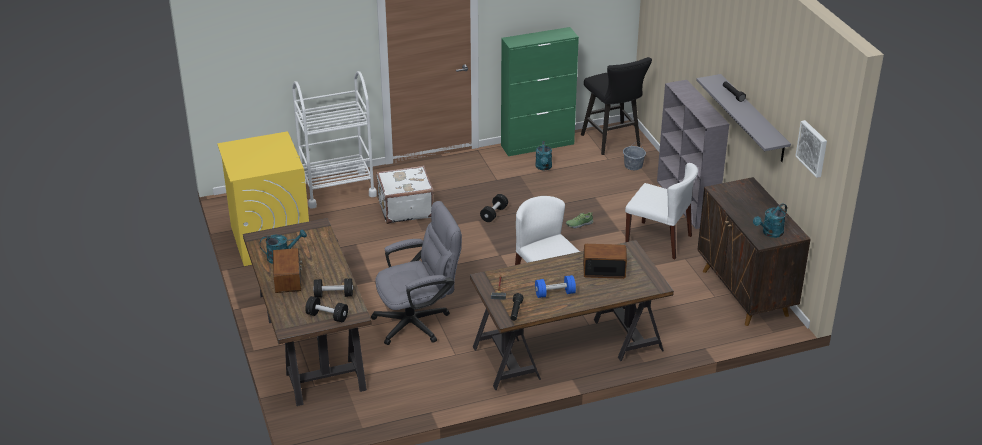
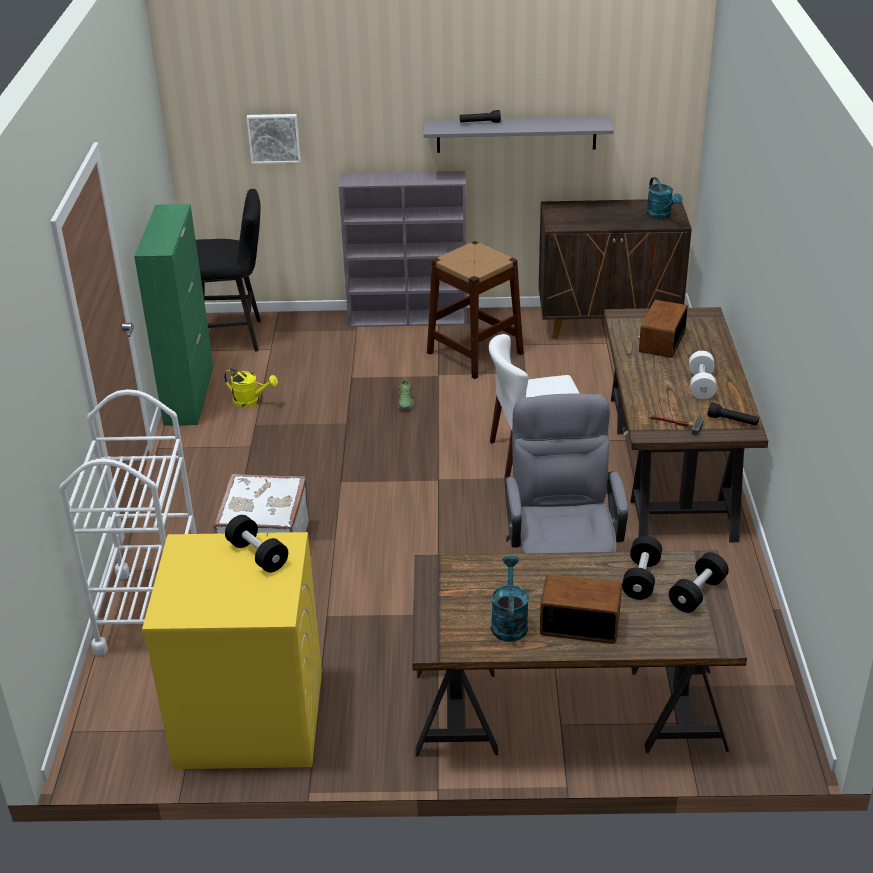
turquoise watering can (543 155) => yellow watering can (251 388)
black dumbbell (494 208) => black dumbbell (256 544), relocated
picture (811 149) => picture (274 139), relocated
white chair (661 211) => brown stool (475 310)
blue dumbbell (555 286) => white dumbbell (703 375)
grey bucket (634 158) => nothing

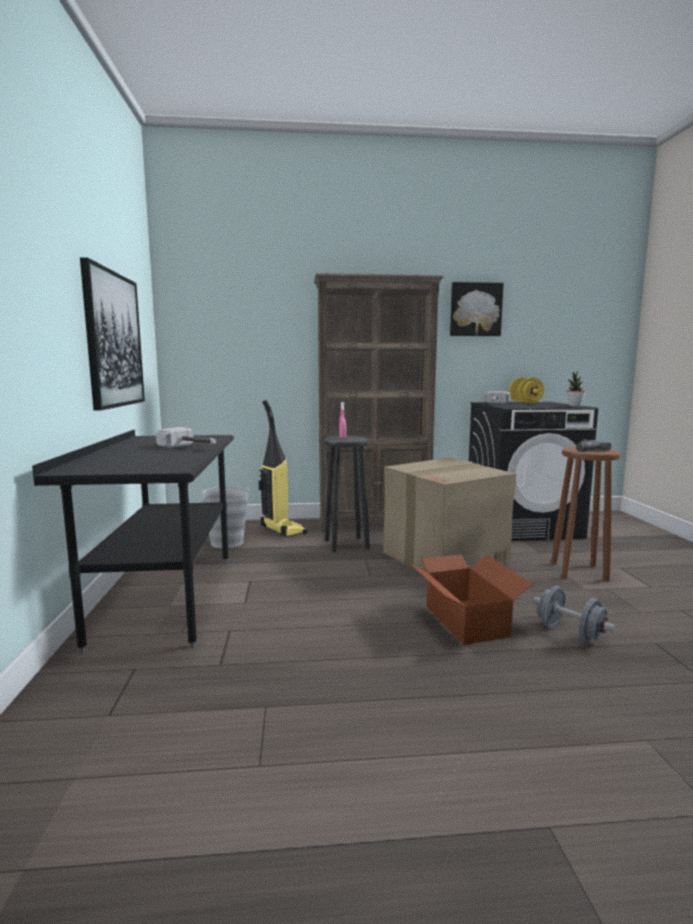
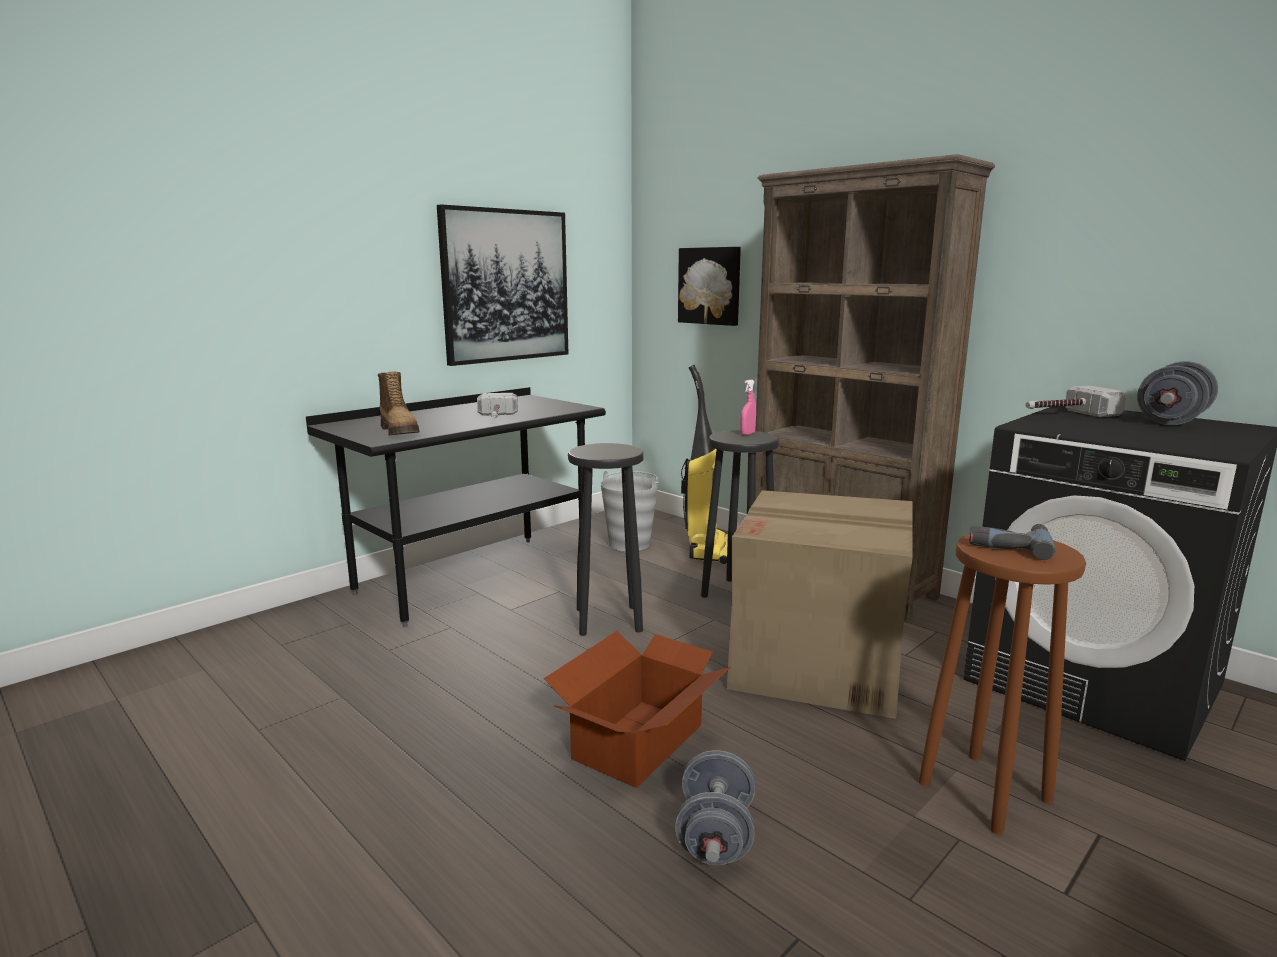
nothing => boot (399 403)
nothing => black stool (606 539)
picture (477 309) => picture (709 286), relocated
yellow dumbbell (526 390) => grey dumbbell (1177 393)
potted plant (576 389) => nothing

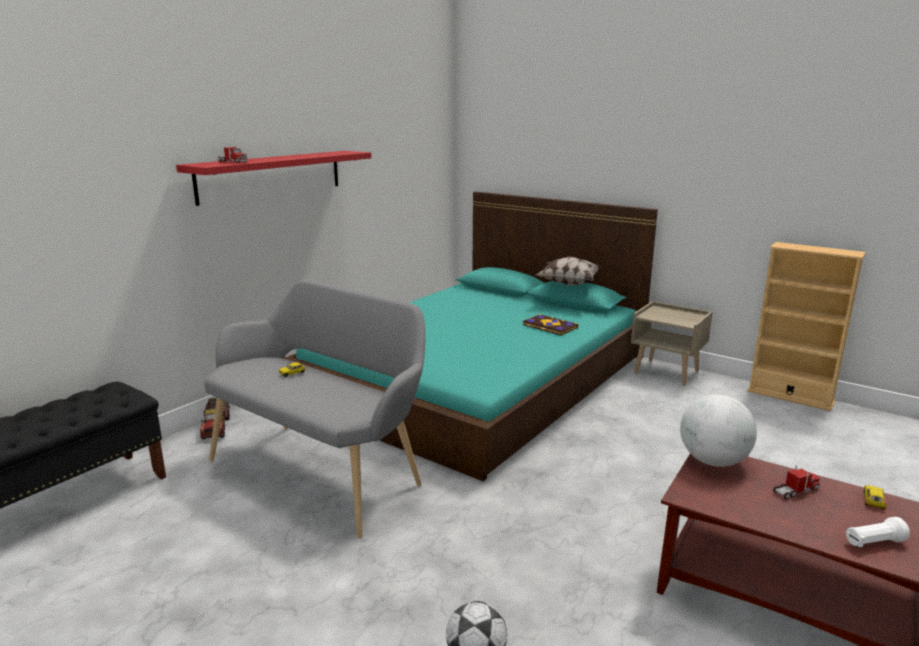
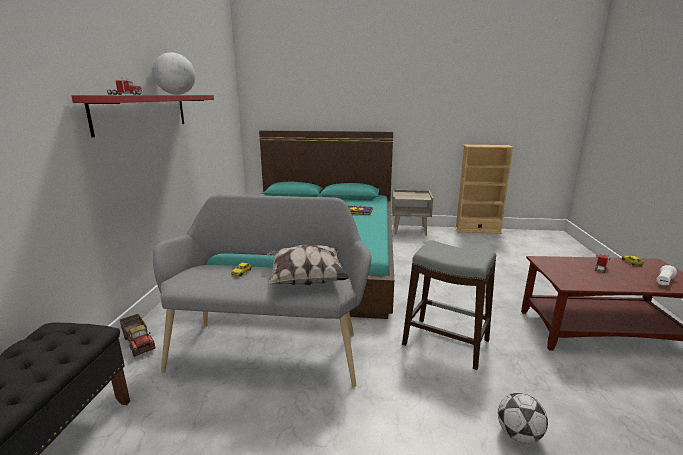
globe (718 431) => globe (174 73), relocated
pillow (569 271) => pillow (308 265), relocated
nothing => grey stool (449 305)

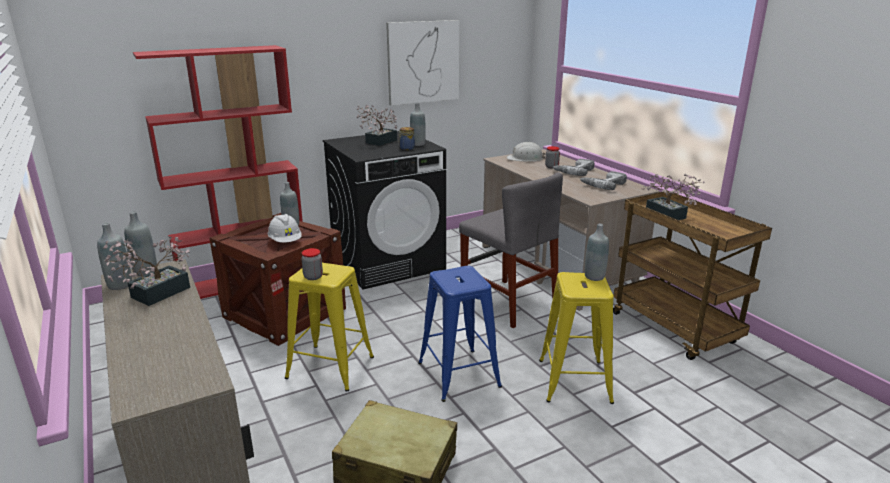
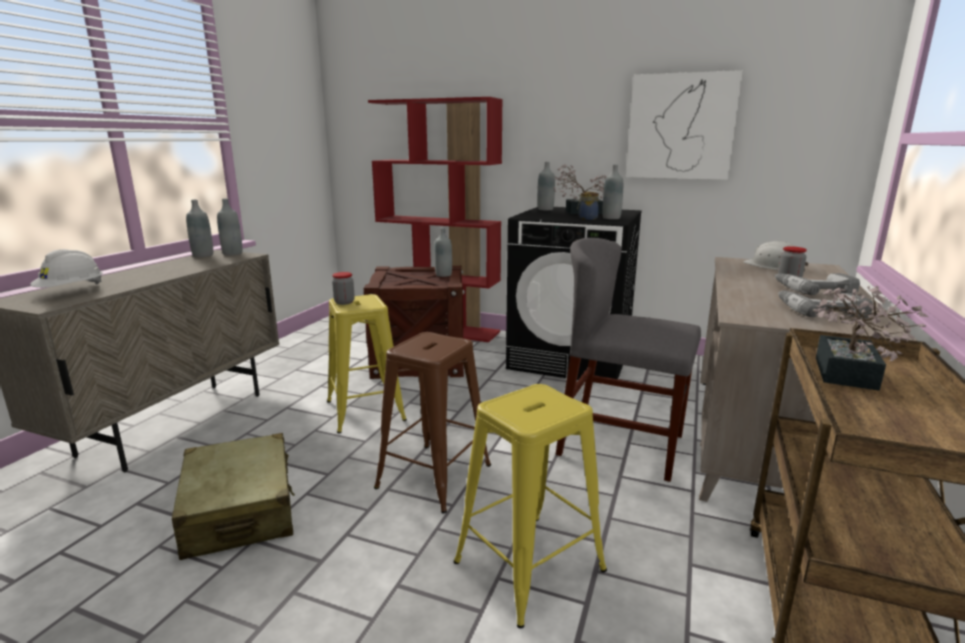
white hard hat (285 228) => white hard hat (66 268), relocated
blue stool (460 334) => brown stool (432 423)
grey bottle (597 252) => grey bottle (546 186), relocated
grey chair (511 250) => grey chair (628 360), 105 degrees clockwise
potted plant (146 271) => nothing

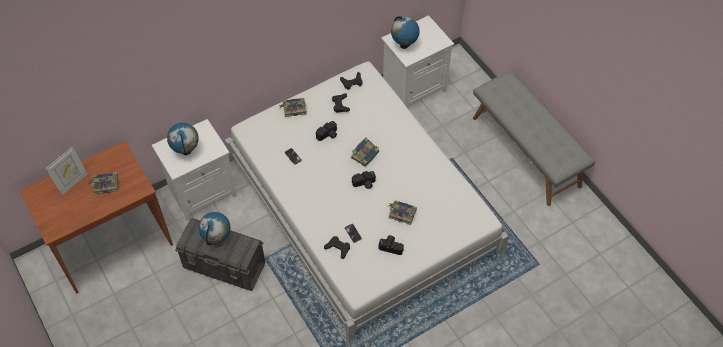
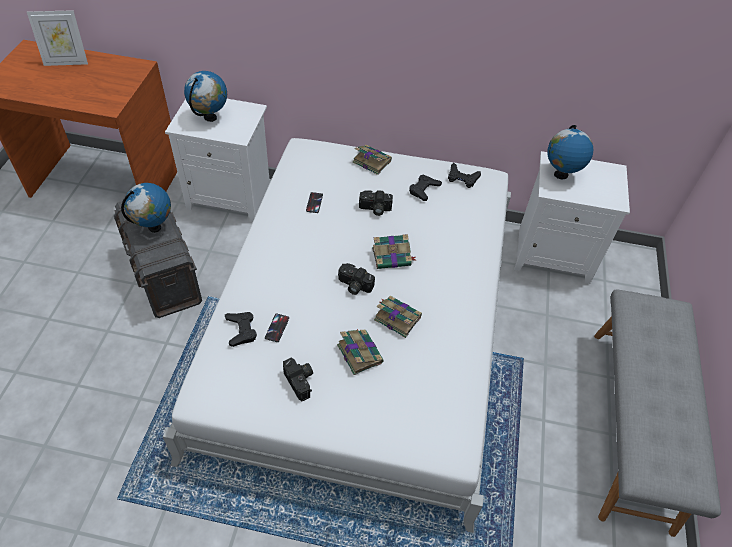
book (104 183) => book (398 317), relocated

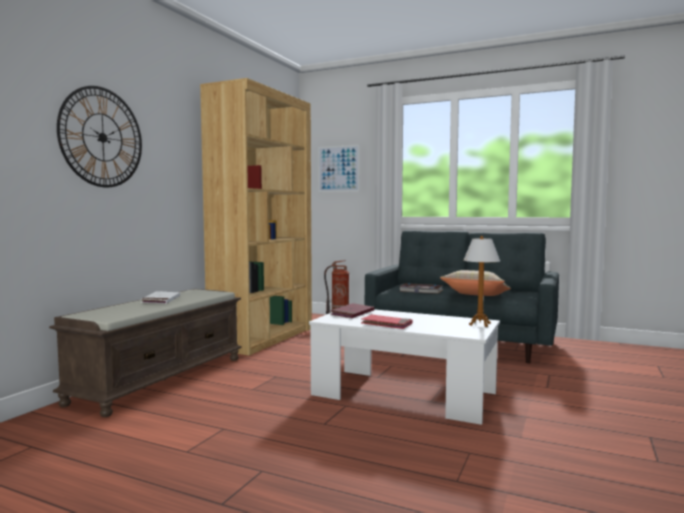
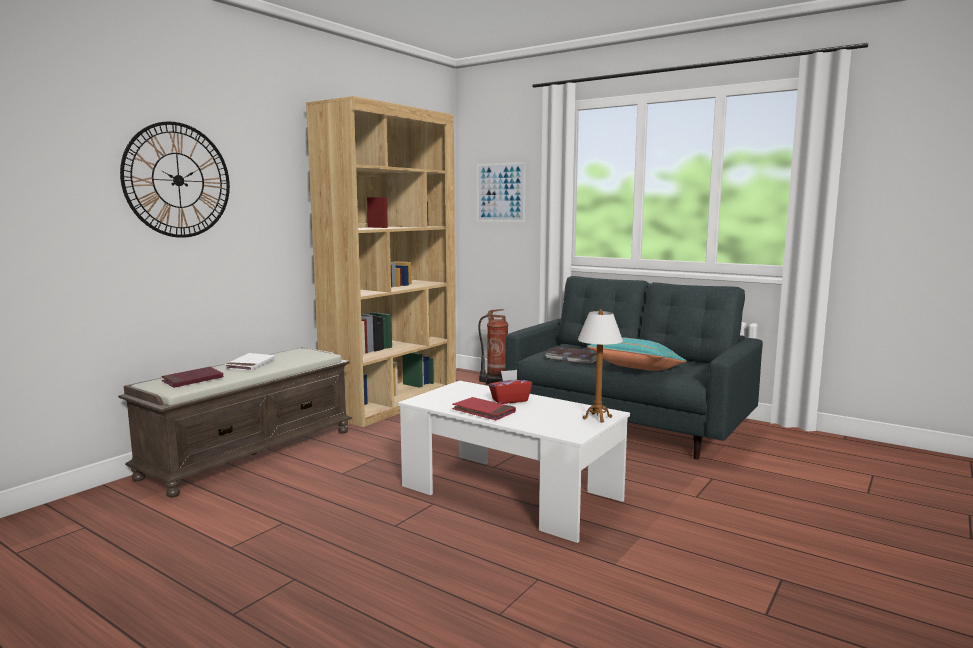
red book (352 310) => red book (192 377), relocated
nothing => red tissue box (510 387)
beige pillow (475 283) => turquoise pillow (637 354)

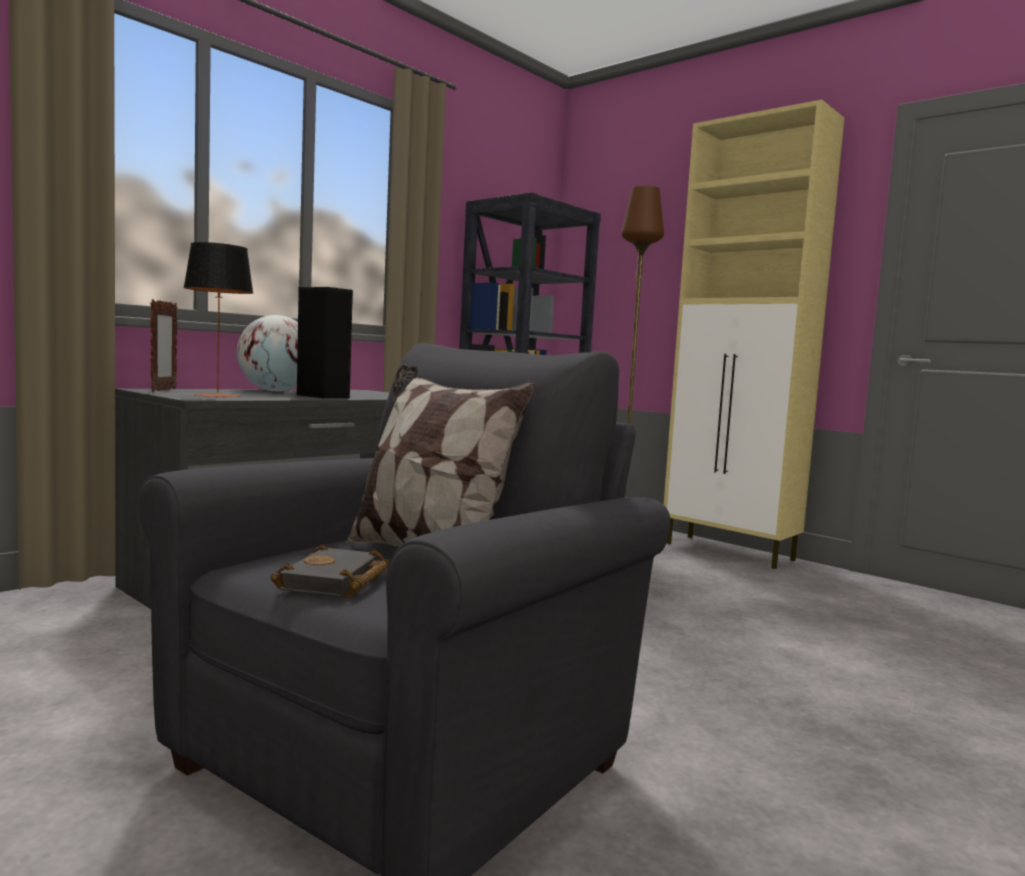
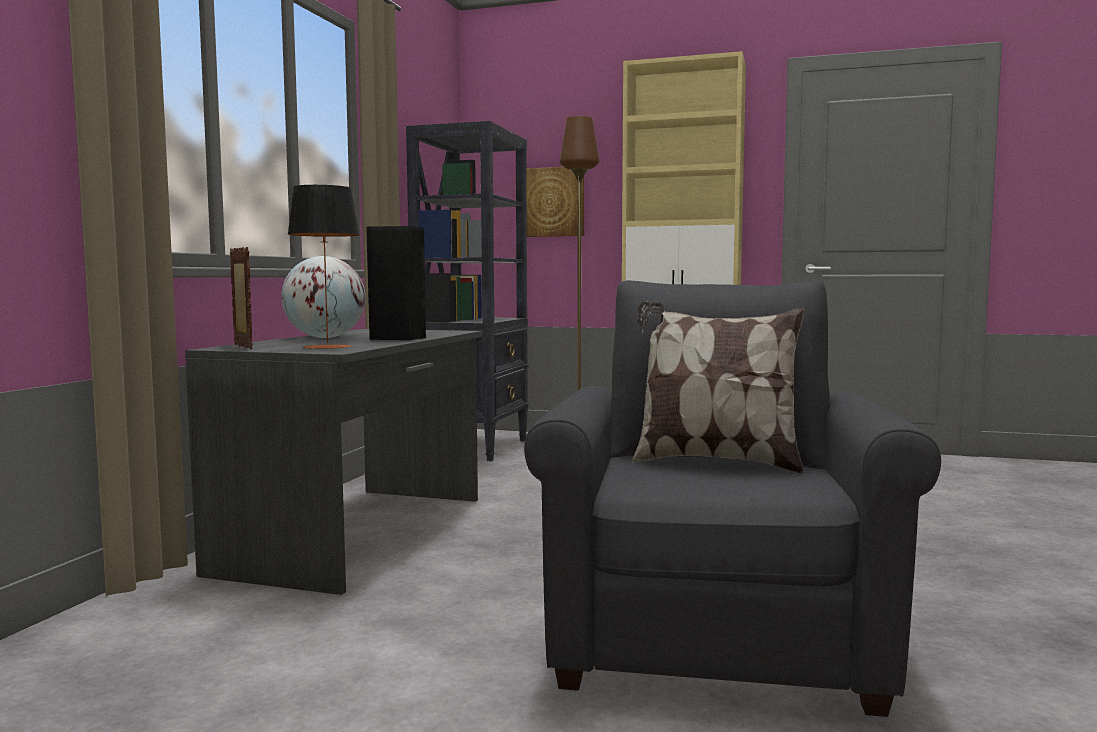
nothing => picture (555 202)
black book (330 571) => nothing

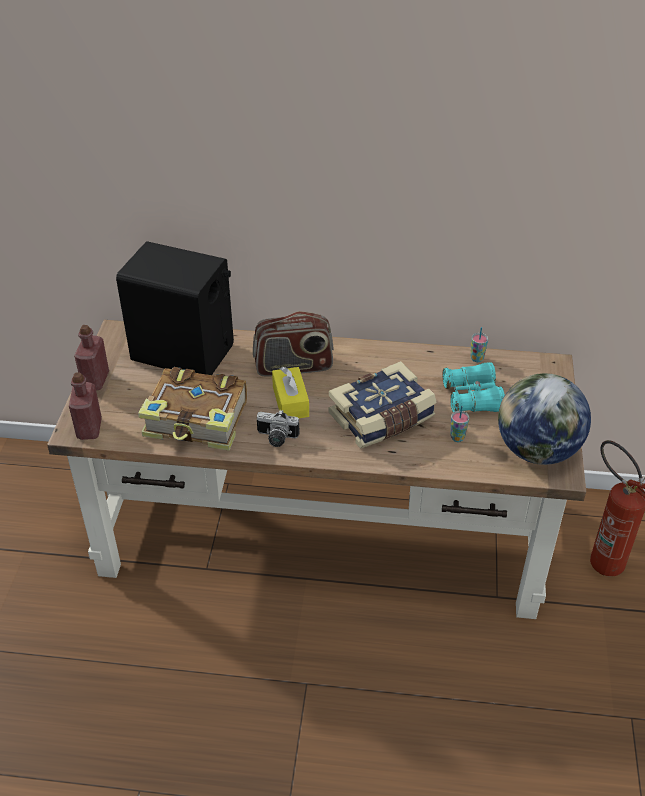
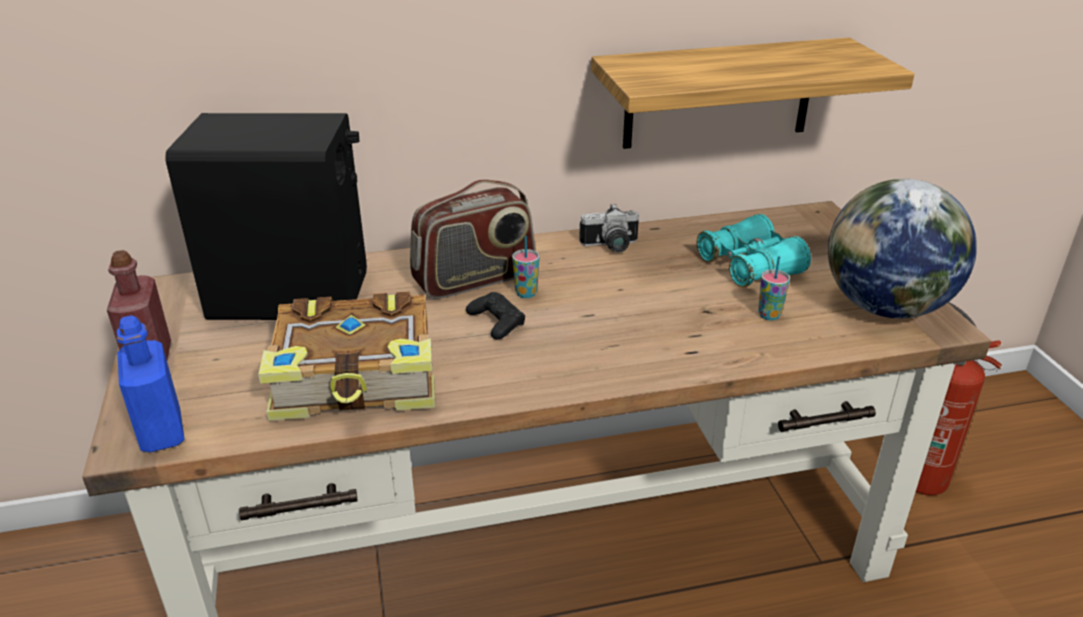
red bottle (85 406) => blue bottle (150 383)
yellow tissue box (290 392) => black game controller (495 316)
cup (479 344) => cup (526 267), relocated
photo camera (278 428) => photo camera (609 228), relocated
nothing => shelf (752 93)
book (383 405) => nothing

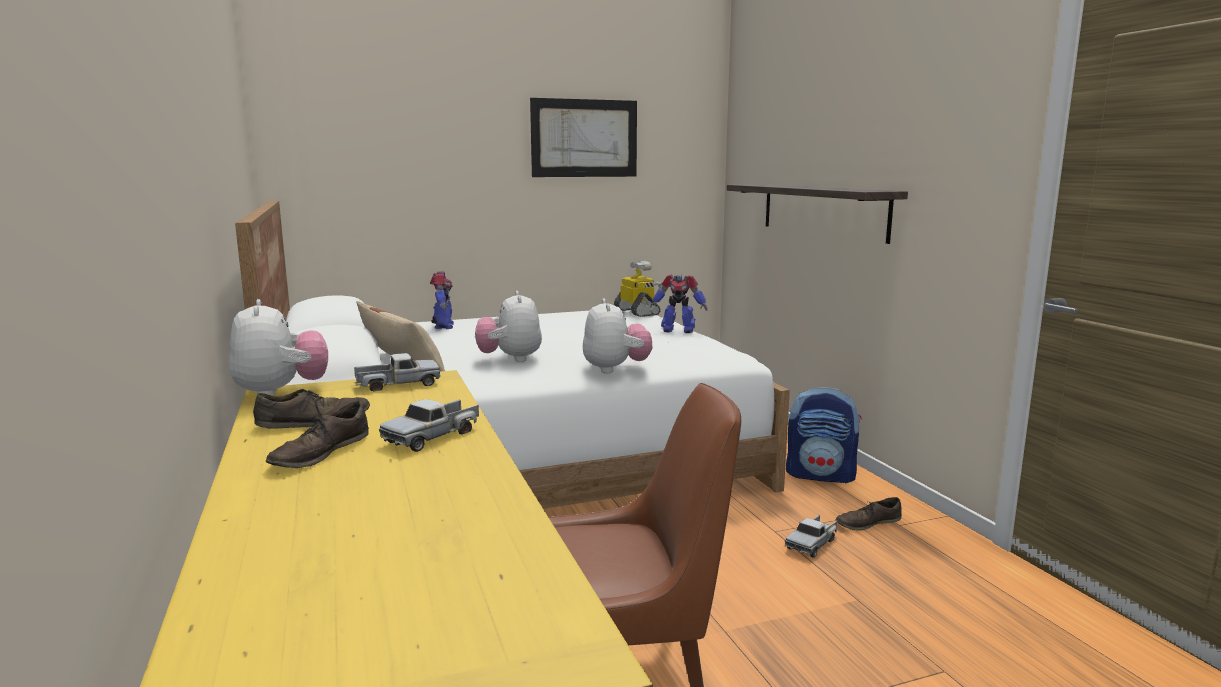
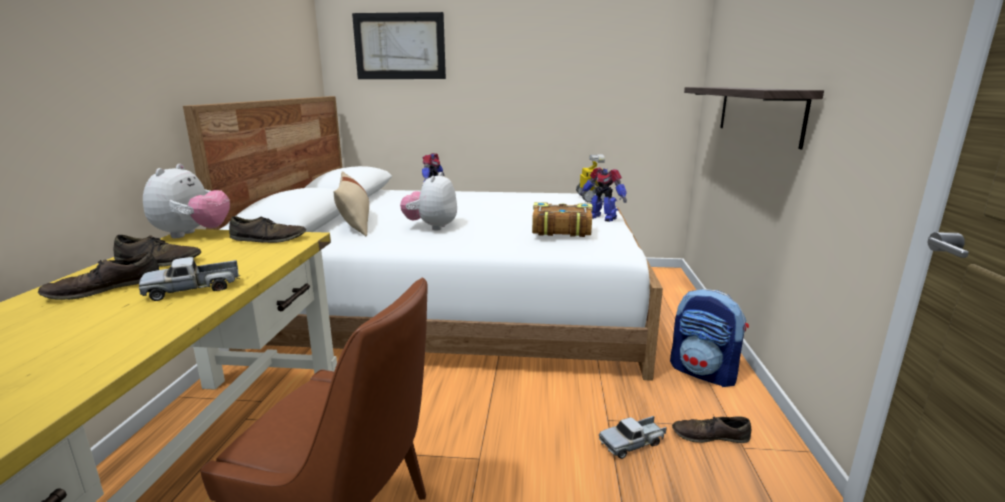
toy truck (397 372) => brown shoe (267 229)
picture (583 137) => picture (399 45), relocated
nothing => book (562 219)
plush toy (617 335) => nothing

